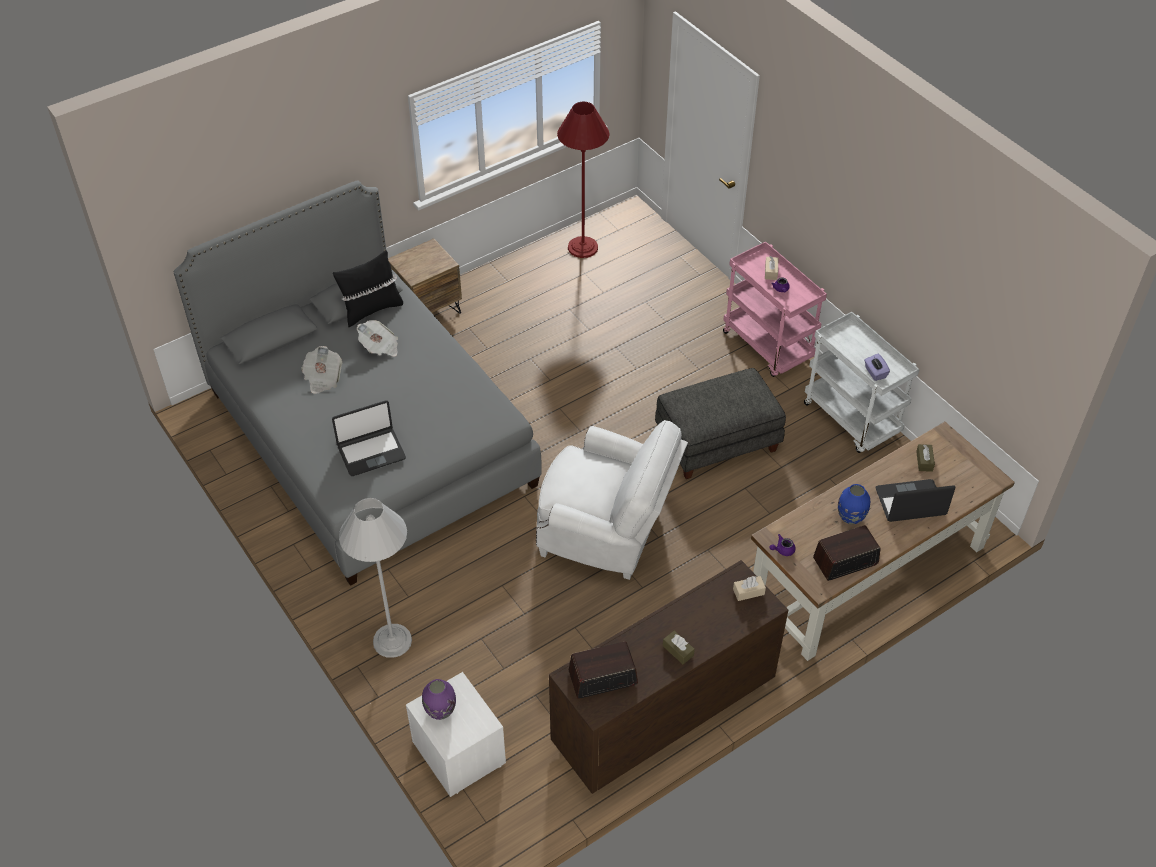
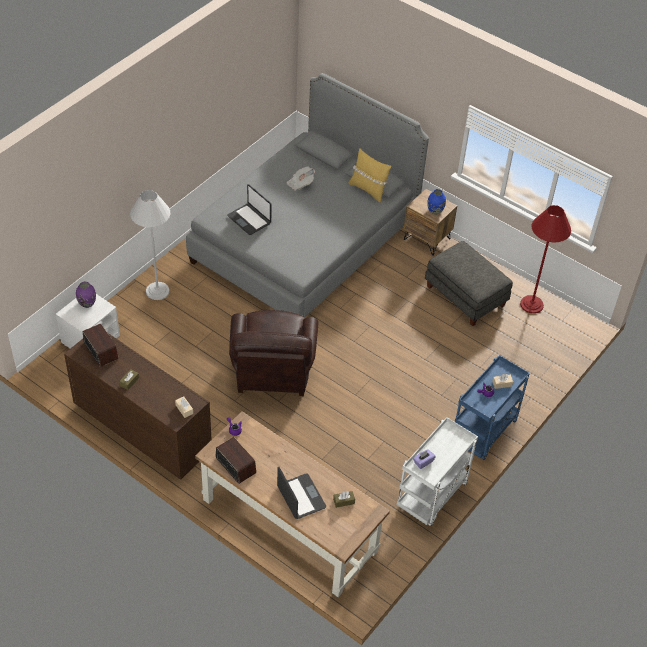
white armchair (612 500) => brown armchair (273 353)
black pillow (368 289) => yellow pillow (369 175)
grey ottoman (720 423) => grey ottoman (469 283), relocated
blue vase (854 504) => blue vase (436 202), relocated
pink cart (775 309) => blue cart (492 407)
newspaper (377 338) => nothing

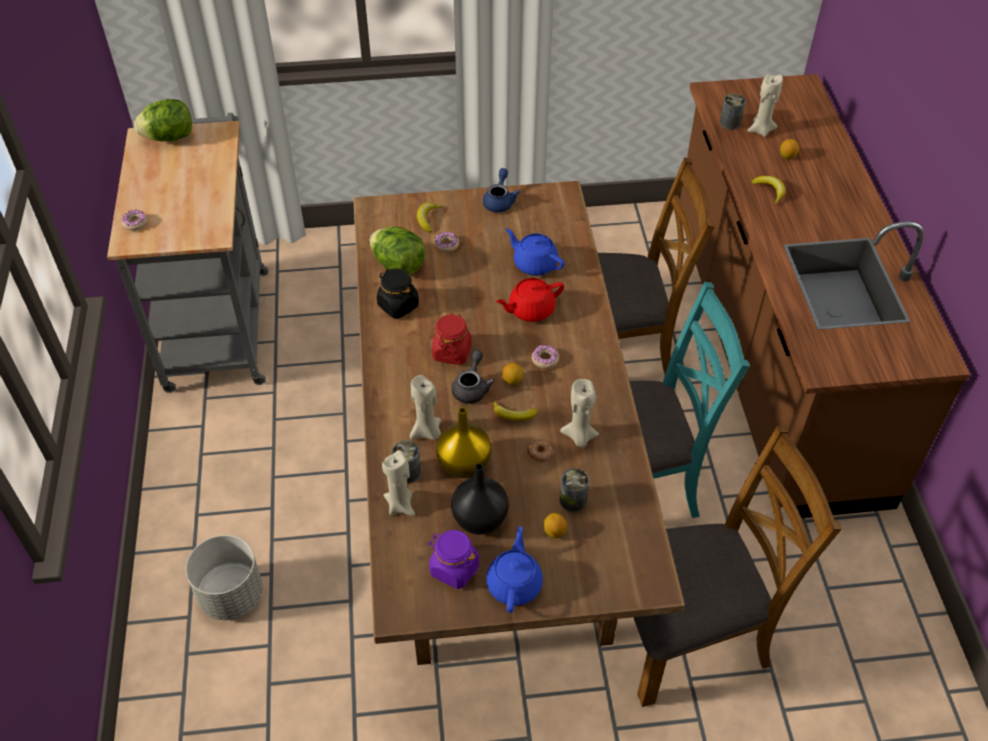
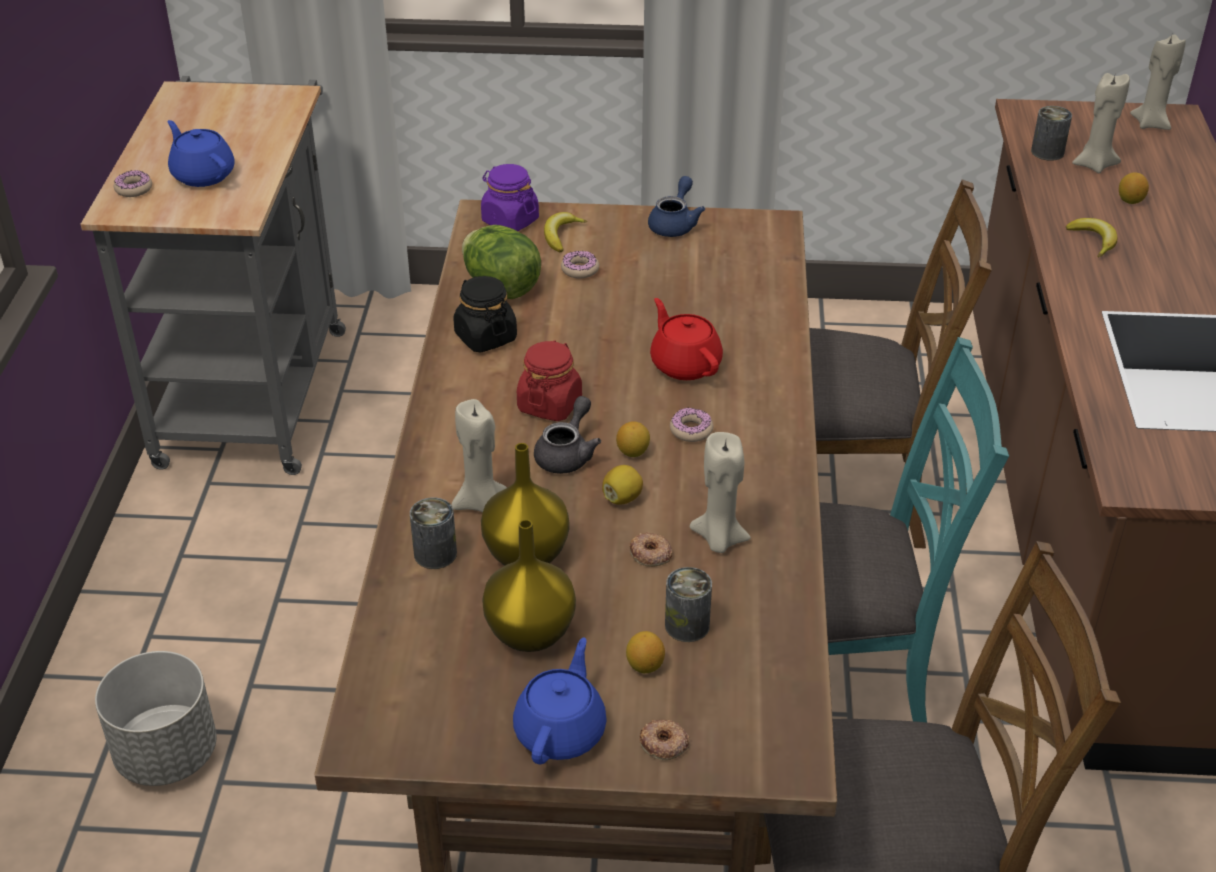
blue teapot (534 252) => blue teapot (201 153), relocated
purple jar (453 559) => purple jar (510 197), relocated
black vase (480 499) => yellow vase (529 585)
banana (515 411) => lemon (622 485)
nothing => donut (664 740)
red teapot (530 300) => red teapot (686 339), 75 degrees clockwise
beige candle (398 483) => beige candle (1158 82), relocated
lettuce (163 120) => nothing

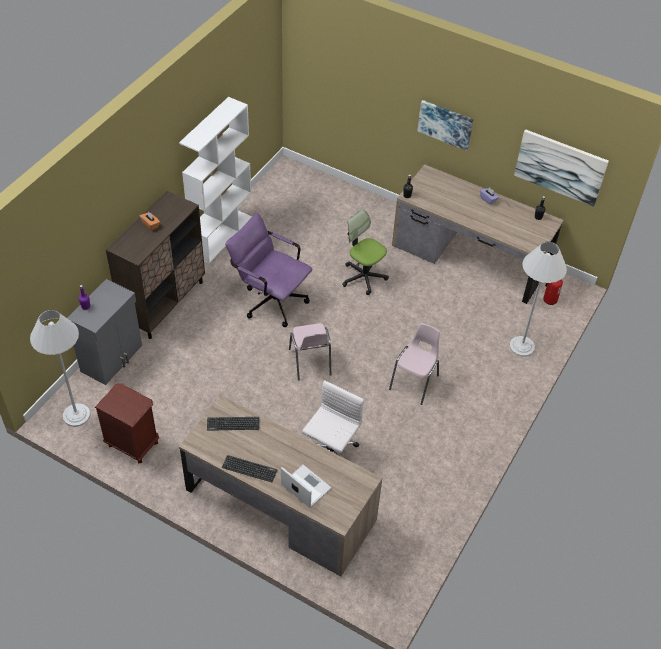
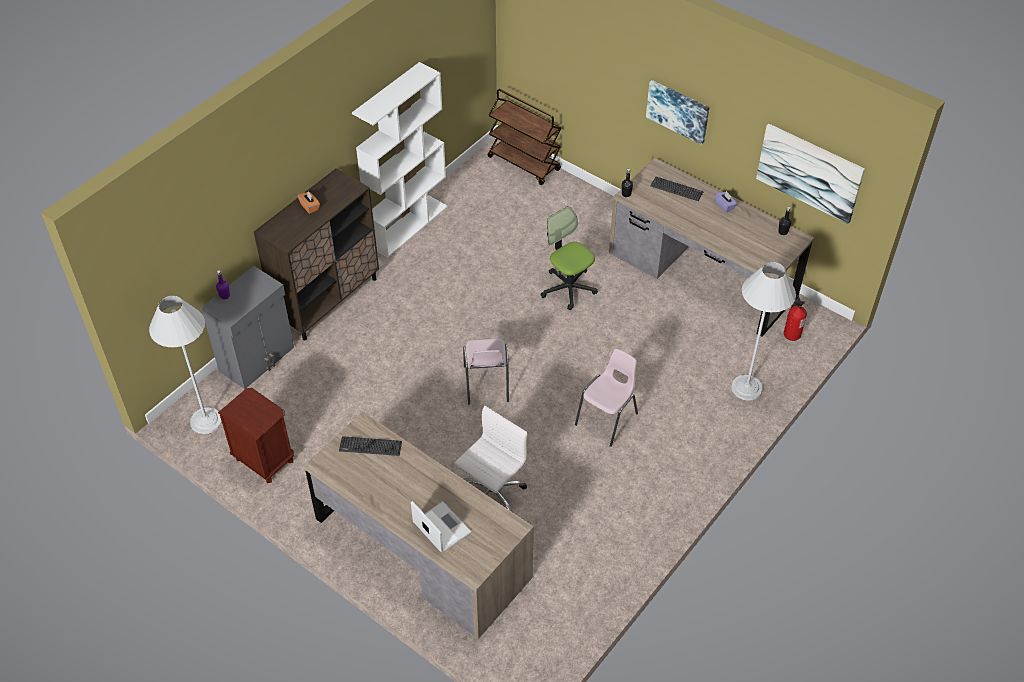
nothing => brown cart (524 137)
keyboard (249 468) => keyboard (676 189), relocated
purple office chair (268 270) => nothing

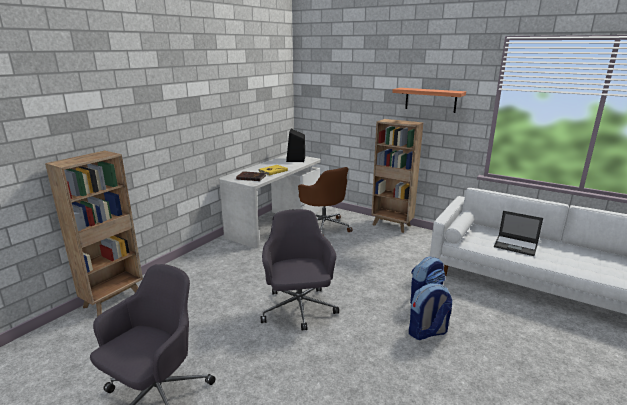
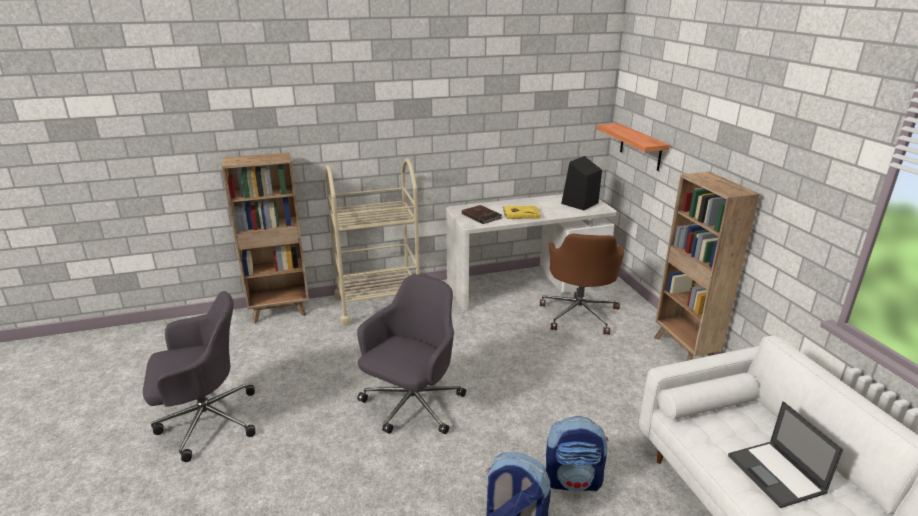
nothing => beige cart (373 242)
shelf (429 100) => shelf (633 147), relocated

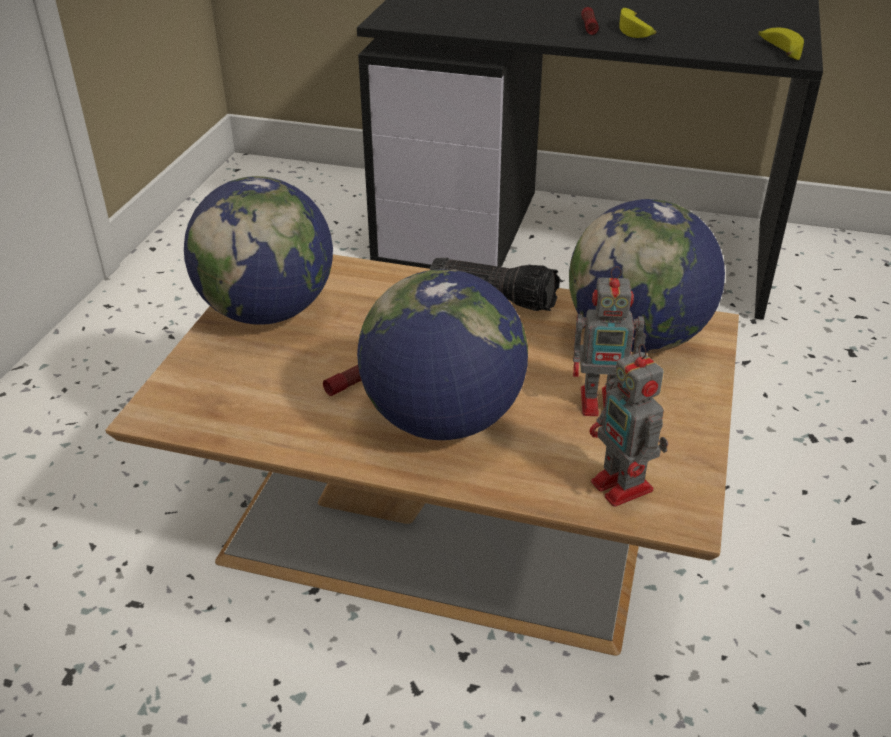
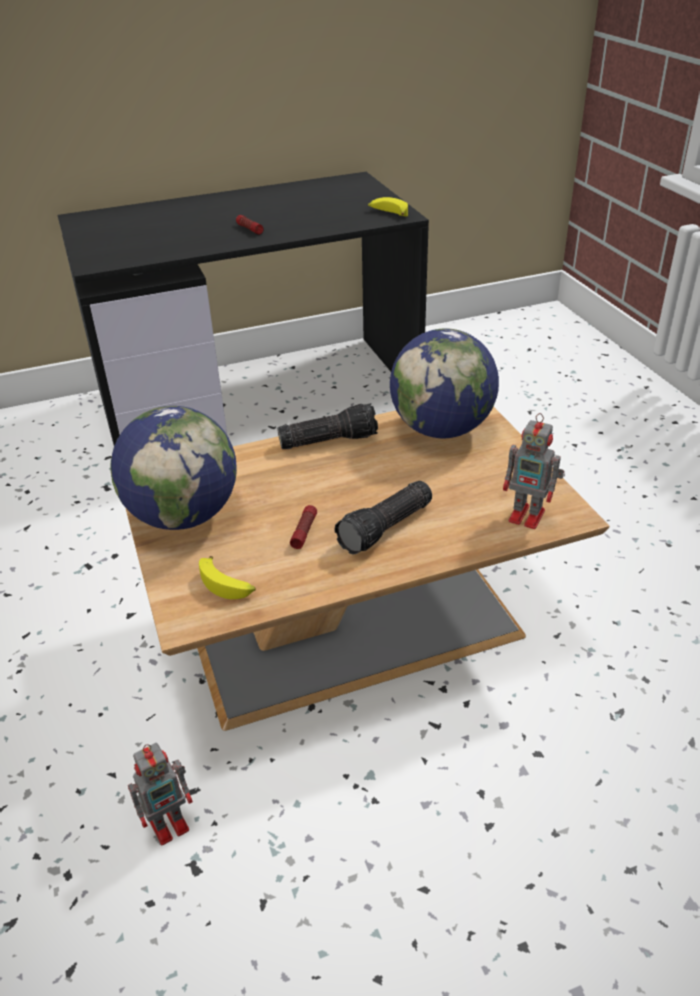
toy robot (609 341) => toy robot (160 794), relocated
banana (637 23) => banana (227 577), relocated
globe (442 354) => flashlight (383 518)

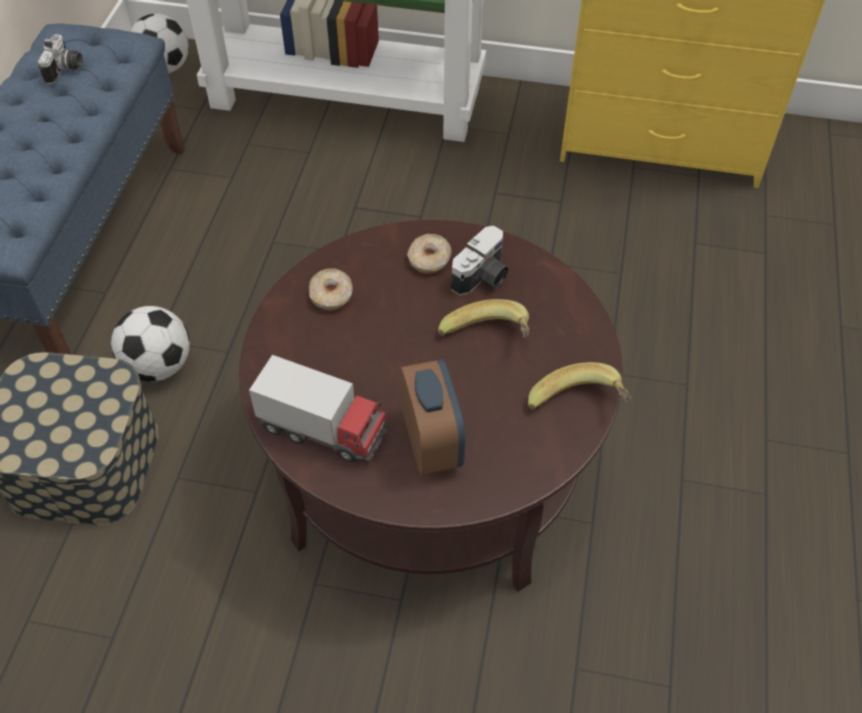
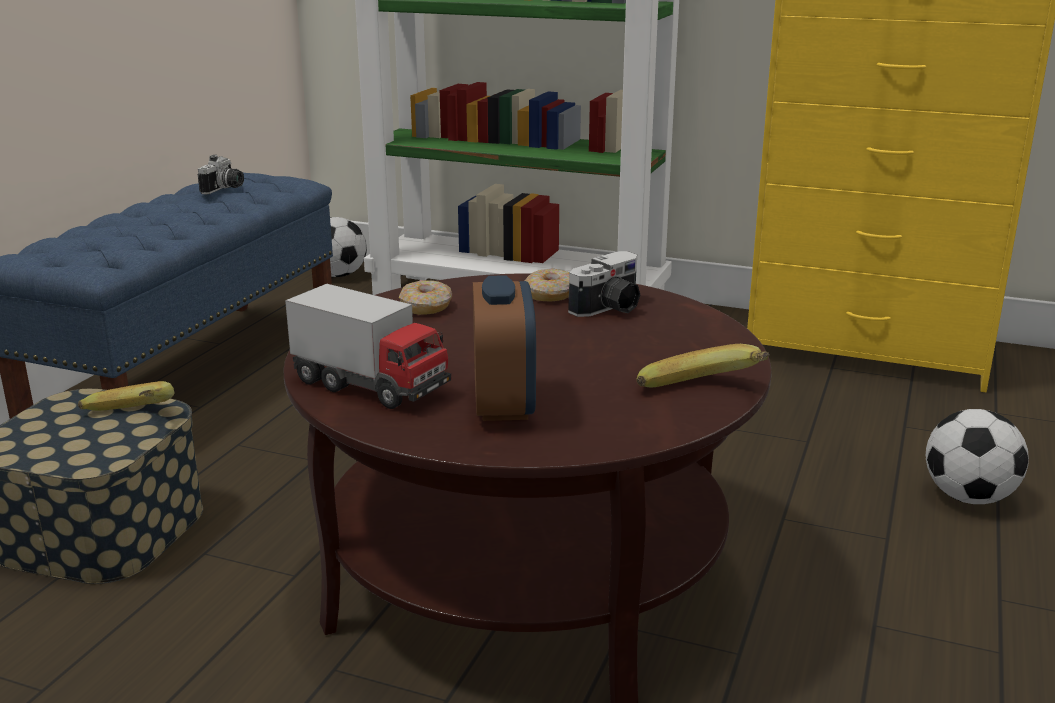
banana (484 318) => banana (126 396), relocated
football (150 344) => football (977 456), relocated

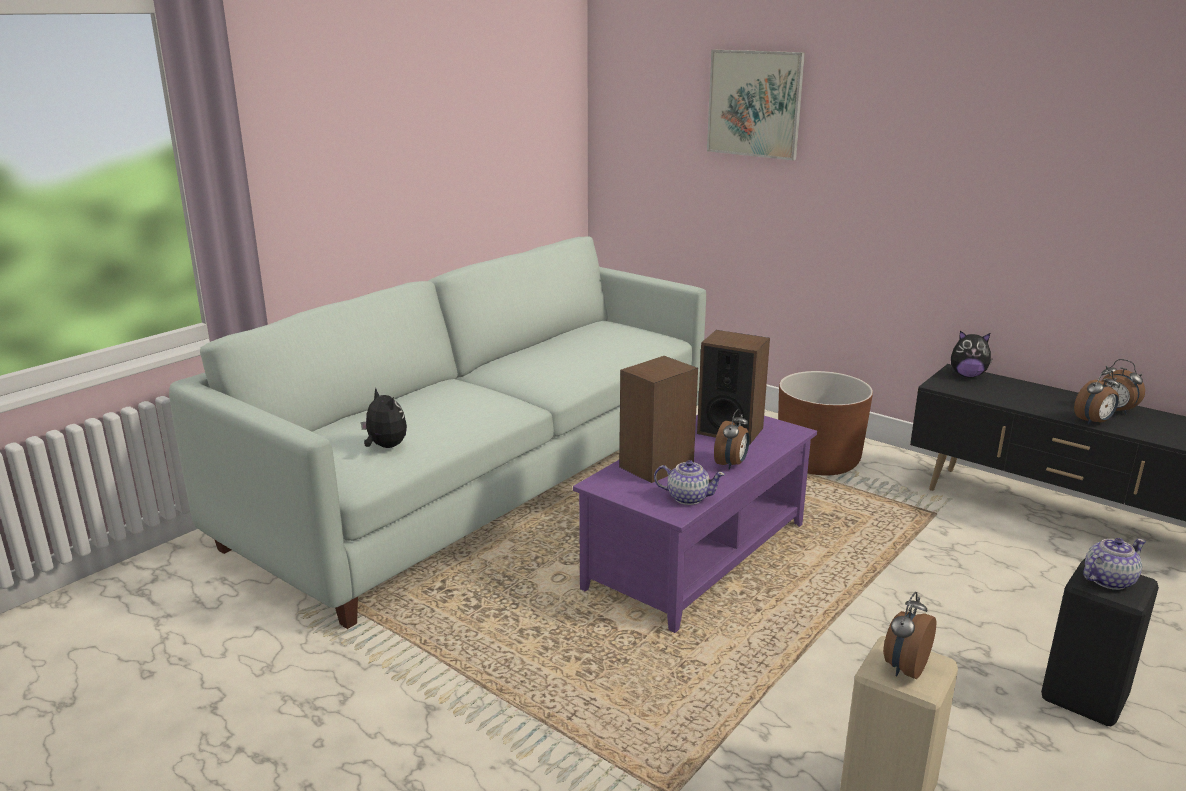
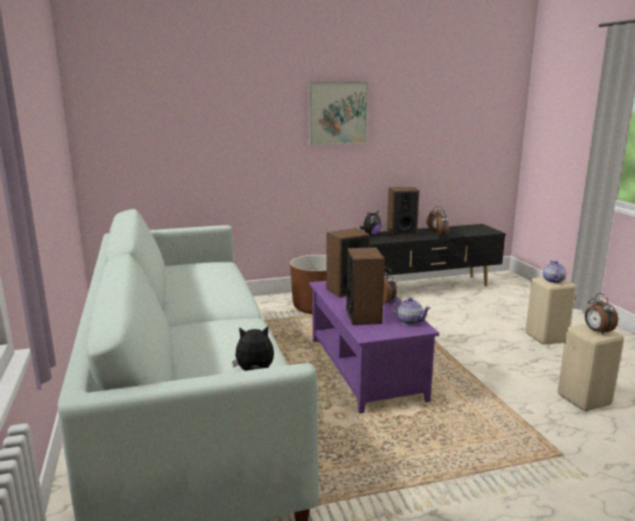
picture (756 105) => picture (338 113), relocated
nothing => speaker (403 211)
teapot (689 482) => teapot (410 311), 75 degrees clockwise
black stool (1100 642) => beige stool (550 311)

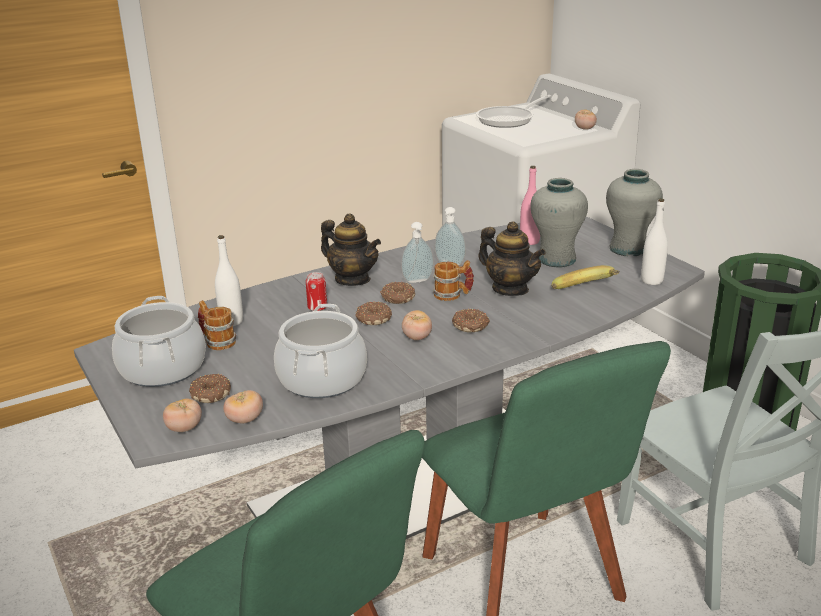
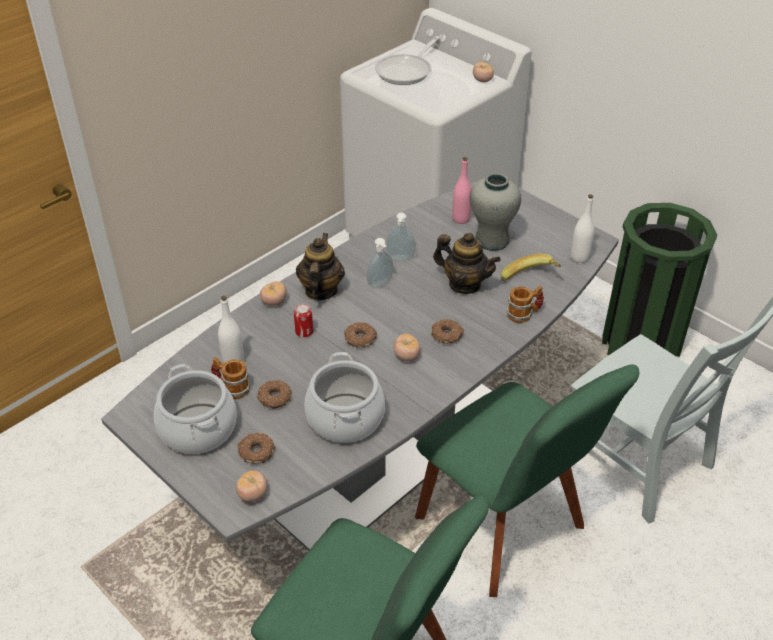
donut (397 293) => donut (274 394), relocated
tomato (243 407) => tomato (273 293), relocated
teapot (351 250) => teapot (320 266), 105 degrees counterclockwise
mug (453 280) => mug (525 304), relocated
grey vase (634 212) => nothing

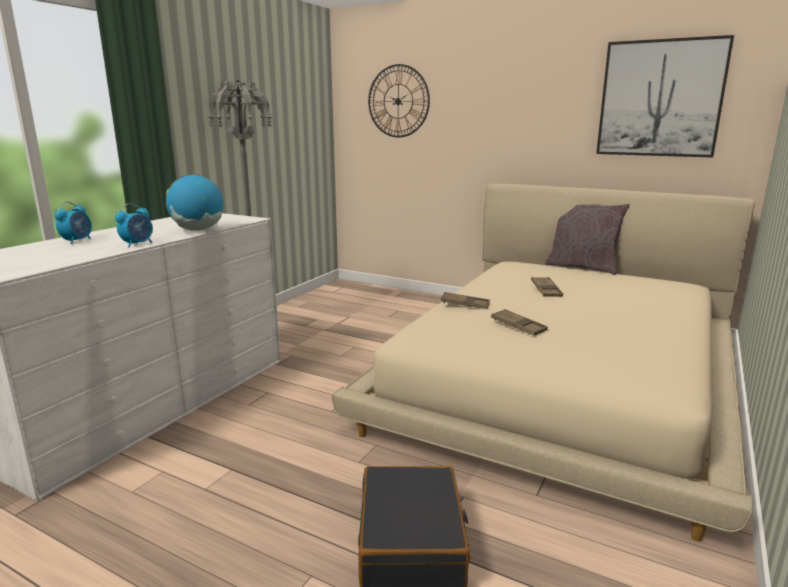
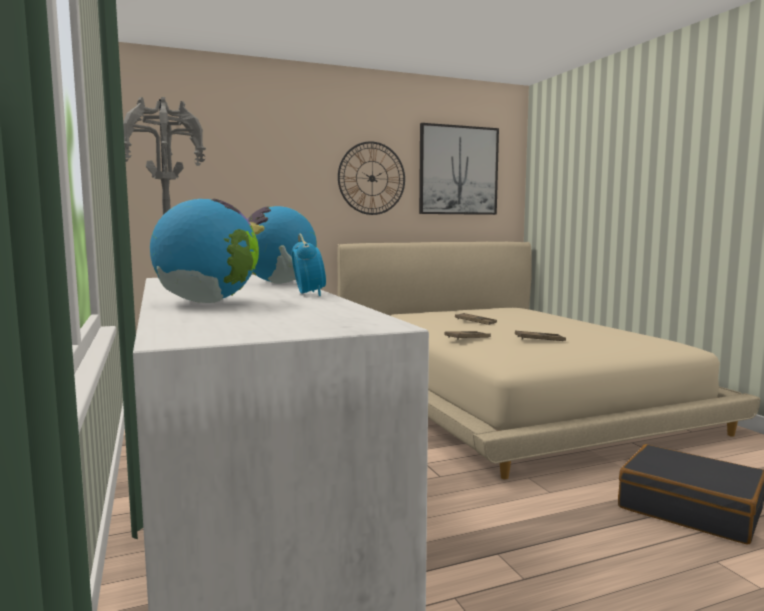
alarm clock (73 222) => globe (204 251)
wall clock (399 101) => wall clock (371 178), relocated
grey pillow (587 239) => nothing

